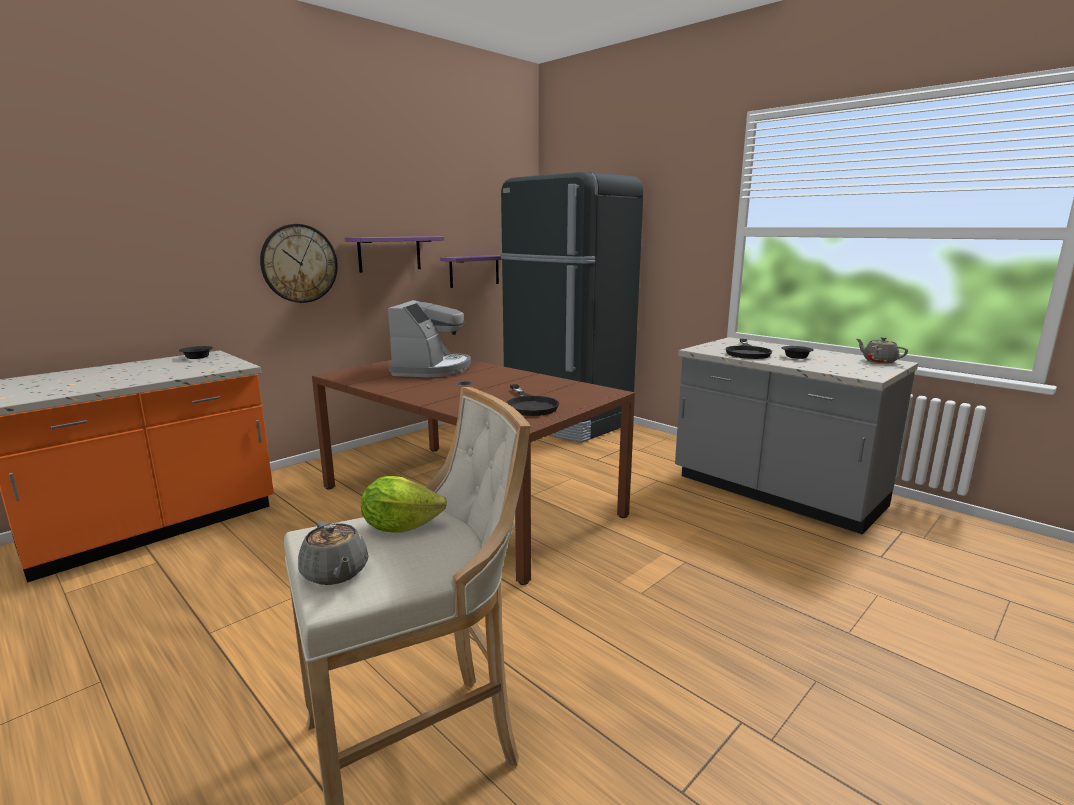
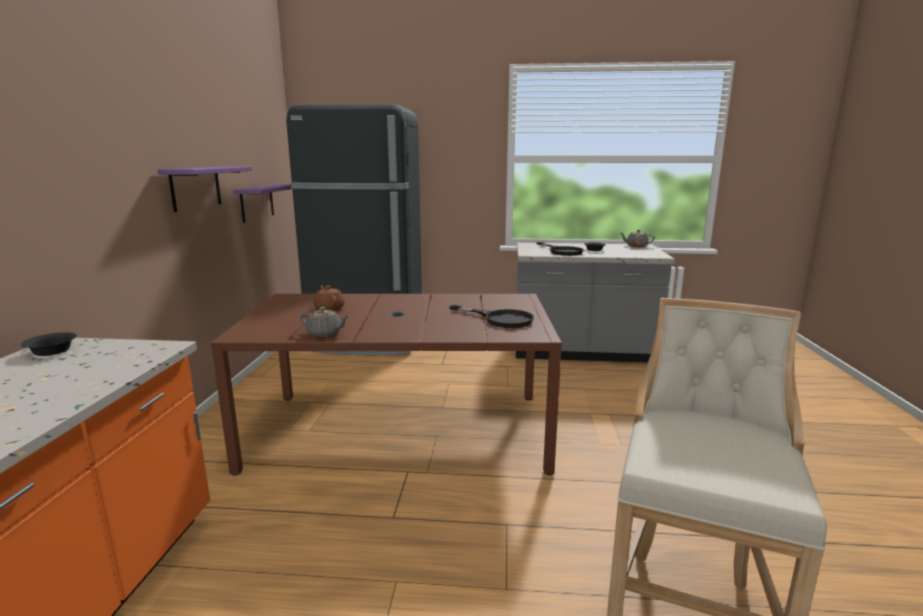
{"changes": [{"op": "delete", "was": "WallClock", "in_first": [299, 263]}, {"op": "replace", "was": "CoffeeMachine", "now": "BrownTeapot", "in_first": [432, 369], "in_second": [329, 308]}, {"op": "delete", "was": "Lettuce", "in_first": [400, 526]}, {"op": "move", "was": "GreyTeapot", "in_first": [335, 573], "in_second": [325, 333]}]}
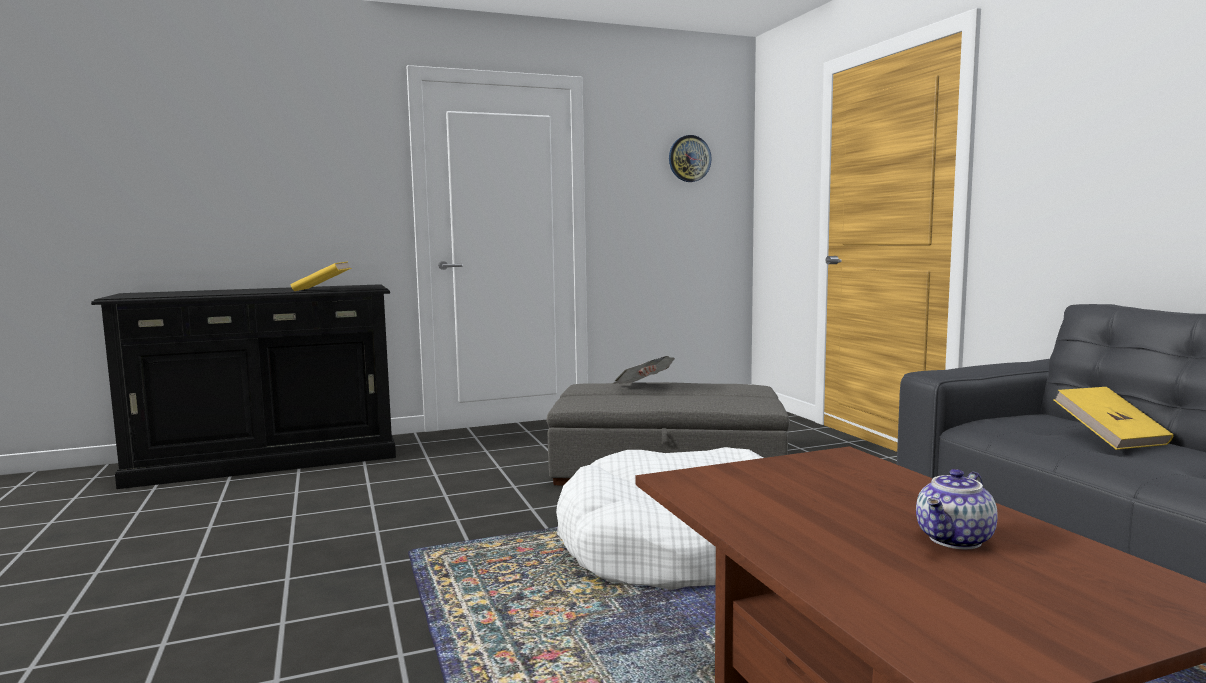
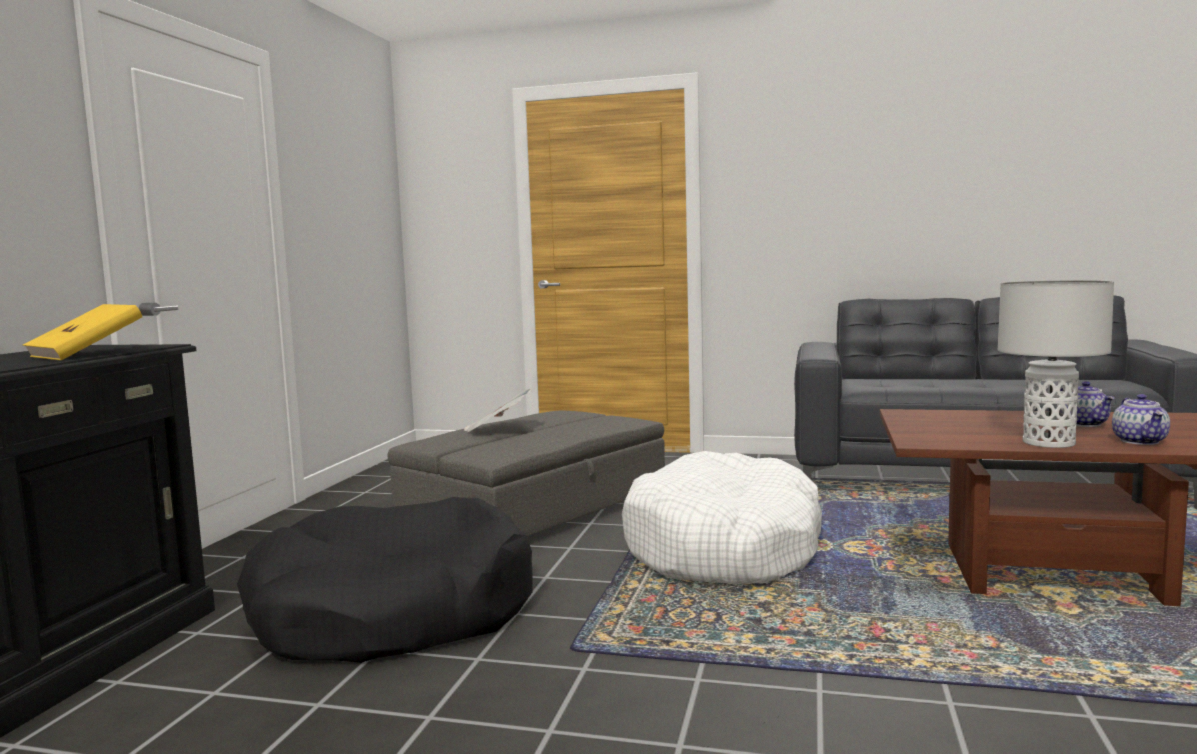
{"changes": [{"op": "delete", "was": "WallClock", "in_first": [689, 158]}, {"op": "delete", "was": "YellowBook", "in_first": [1110, 438]}, {"op": "insert", "now": "WhiteTableLamp", "in_second": [1048, 443]}, {"op": "insert", "now": "Teapot", "in_second": [1140, 441]}, {"op": "insert", "now": "BlackDogBed", "in_second": [393, 613]}]}
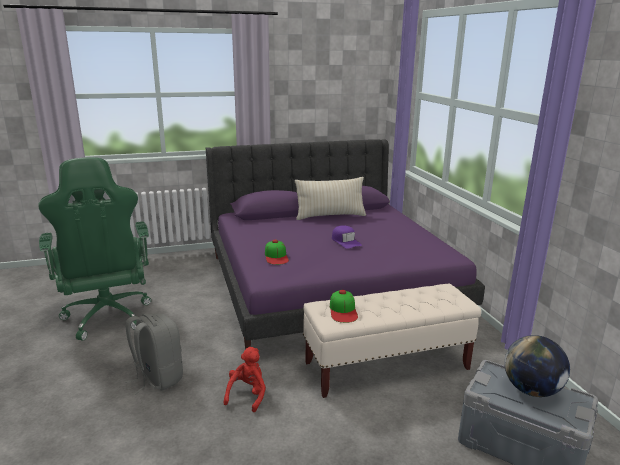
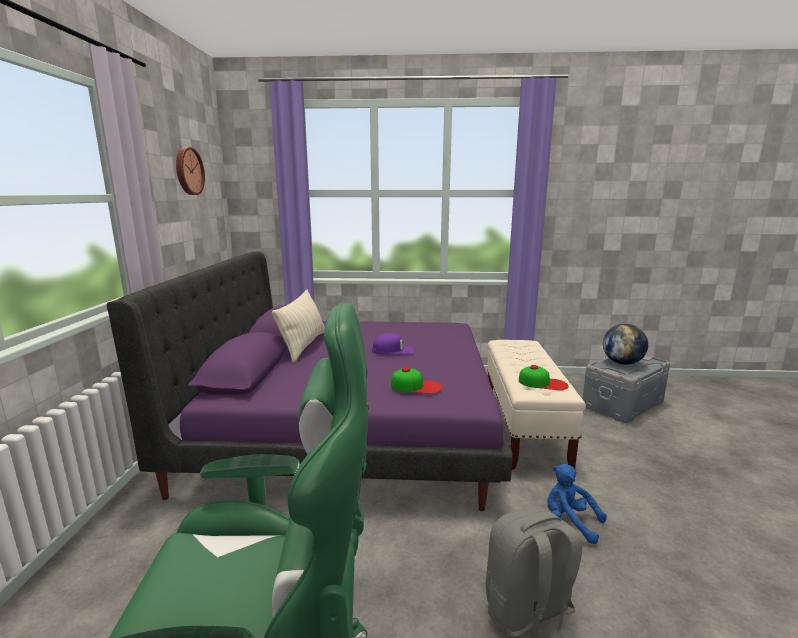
{"changes": [{"op": "recolor", "was": "RedPlushToy", "now": "BluePlushToy", "in_first": [247, 394], "in_second": [569, 523]}, {"op": "insert", "now": "WallClock", "in_second": [188, 171]}]}
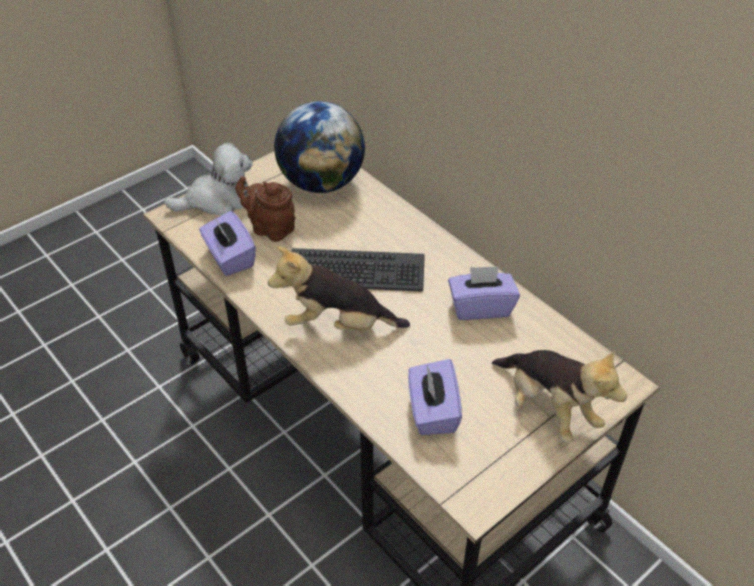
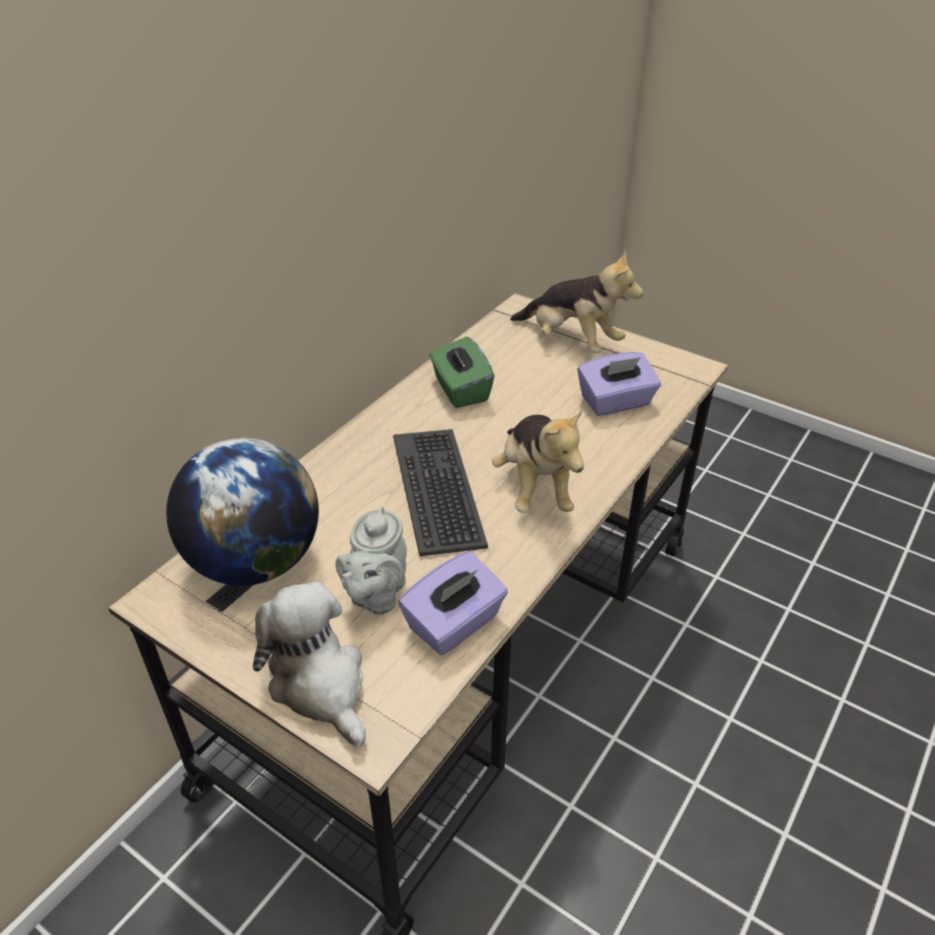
{"changes": [{"op": "recolor", "was": "BrownTeapot", "now": "GreyTeapot", "in_first": [270, 228], "in_second": [376, 595]}, {"op": "recolor", "was": "PurpleTissueBox", "now": "GreenTissueBox", "in_first": [480, 307], "in_second": [460, 390]}, {"op": "rotate", "was": "PlushToy", "in_first": [548, 408], "in_second": [571, 341], "clockwise": 90}]}
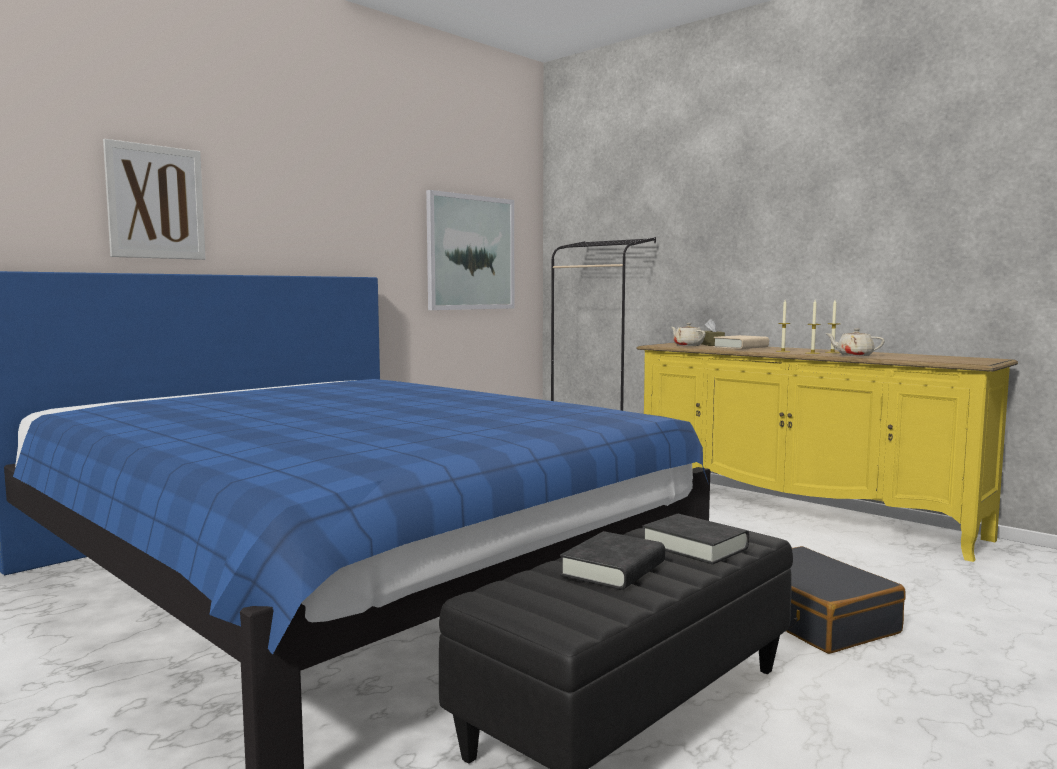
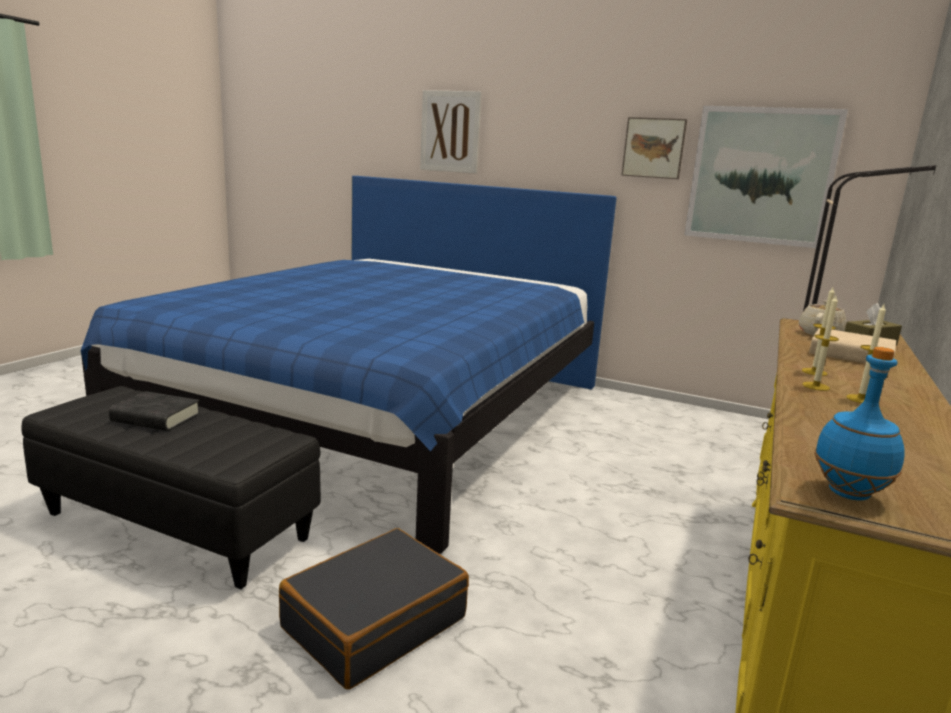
{"changes": [{"op": "delete", "was": "BeigeTeapot", "in_first": [854, 355]}, {"op": "delete", "was": "BlackBook", "in_first": [695, 546]}, {"op": "insert", "now": "Picture", "in_second": [654, 148]}, {"op": "insert", "now": "BlueBottle", "in_second": [848, 493]}]}
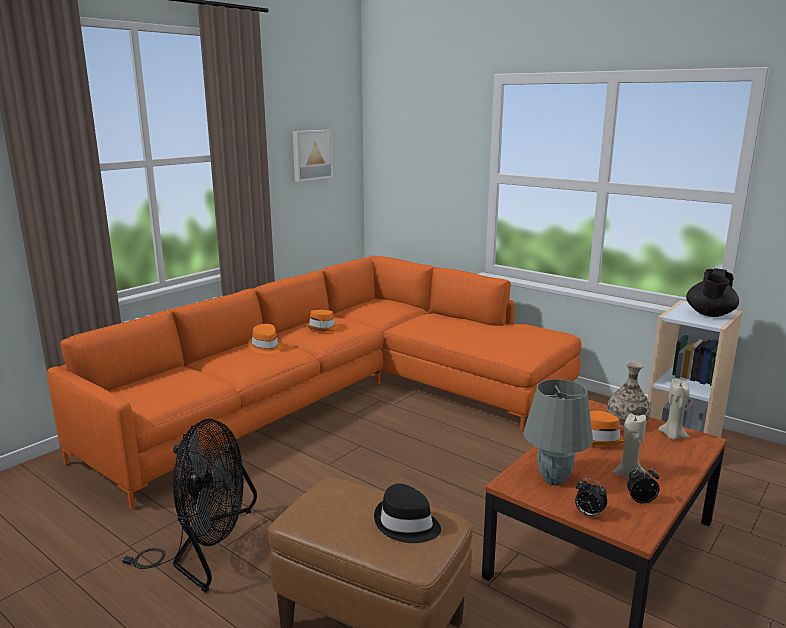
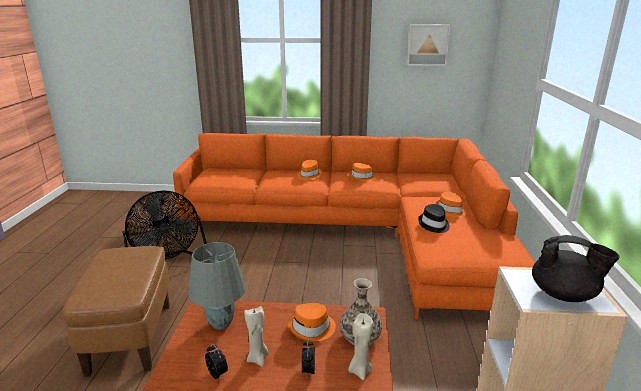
{"changes": [{"op": "rotate", "was": "BlackTeapot", "in_first": [709, 314], "in_second": [564, 295], "clockwise": -150}, {"op": "move", "was": "AlarmClock", "in_first": [588, 514], "in_second": [308, 370]}, {"op": "move", "was": "BlackHat", "in_first": [406, 525], "in_second": [434, 224]}, {"op": "insert", "now": "OrangeHat", "in_second": [450, 211]}]}
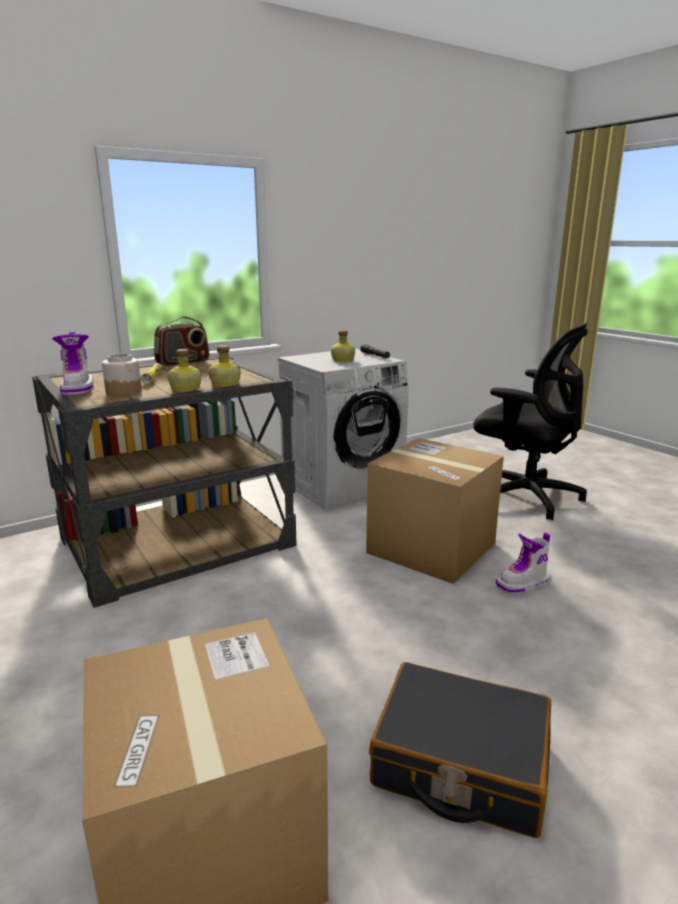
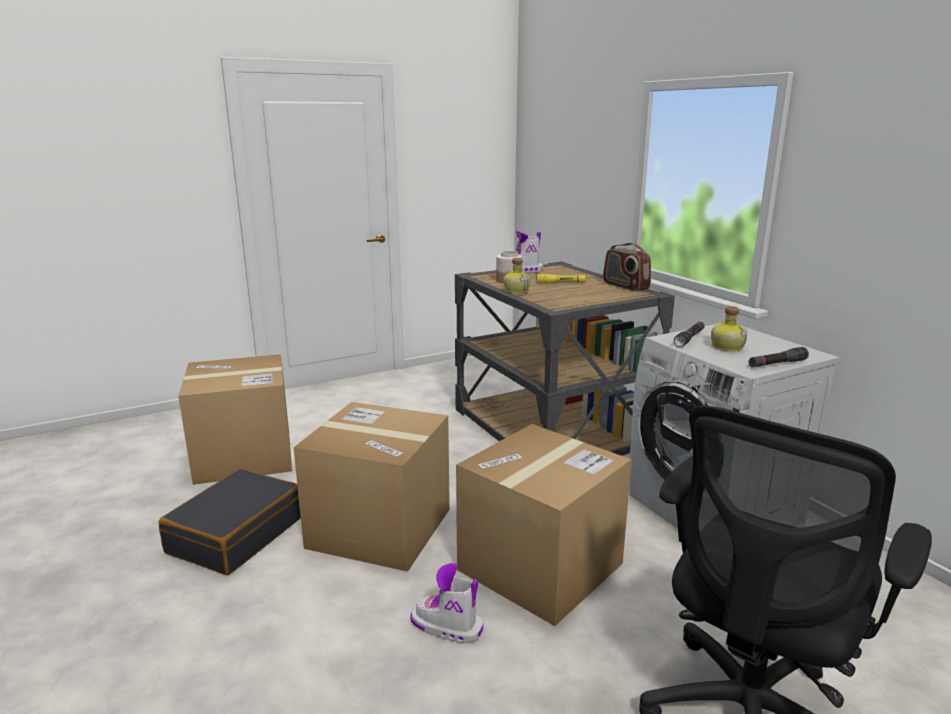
{"changes": [{"op": "delete", "was": "Bottle", "in_first": [224, 384]}, {"op": "rotate", "was": "Boot", "in_first": [524, 584], "in_second": [446, 627], "clockwise": -45}, {"op": "insert", "now": "BlackFlashlight", "in_second": [689, 338]}, {"op": "insert", "now": "CardboardBox", "in_second": [380, 528]}]}
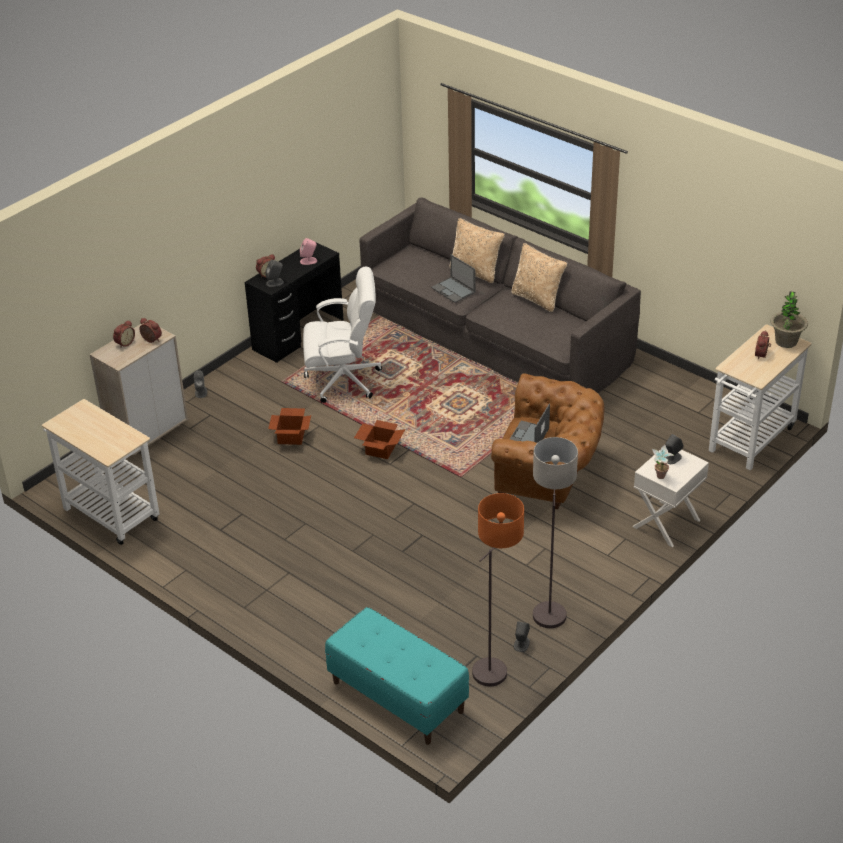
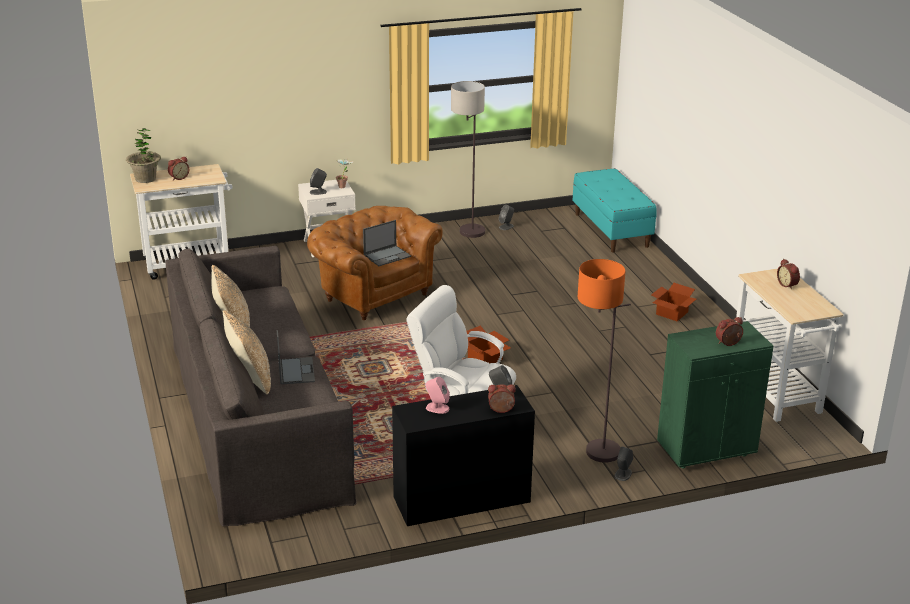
{"changes": [{"op": "move", "was": "AlarmClock", "in_first": [151, 340], "in_second": [788, 285]}, {"op": "recolor", "was": "BeigeCabinet", "now": "GreenCabinet", "in_first": [148, 433], "in_second": [705, 452]}, {"op": "move", "was": "CardboardBox", "in_first": [292, 436], "in_second": [671, 313]}, {"op": "move", "was": "OrangeFloorLamp", "in_first": [496, 667], "in_second": [593, 454]}]}
